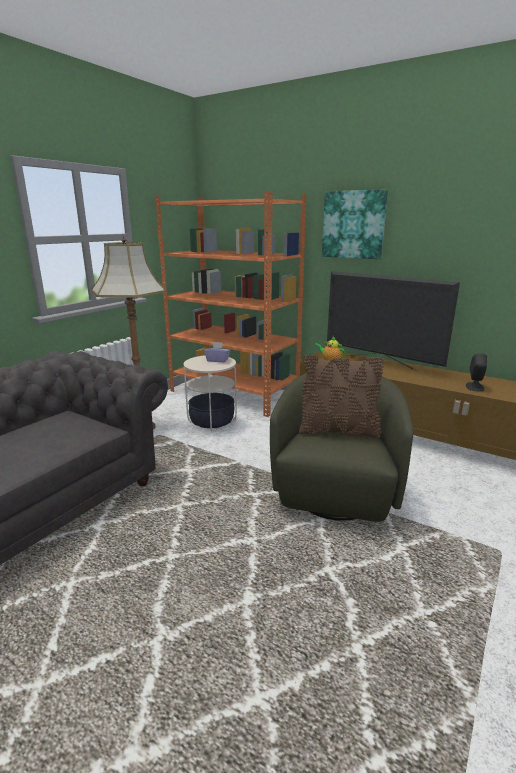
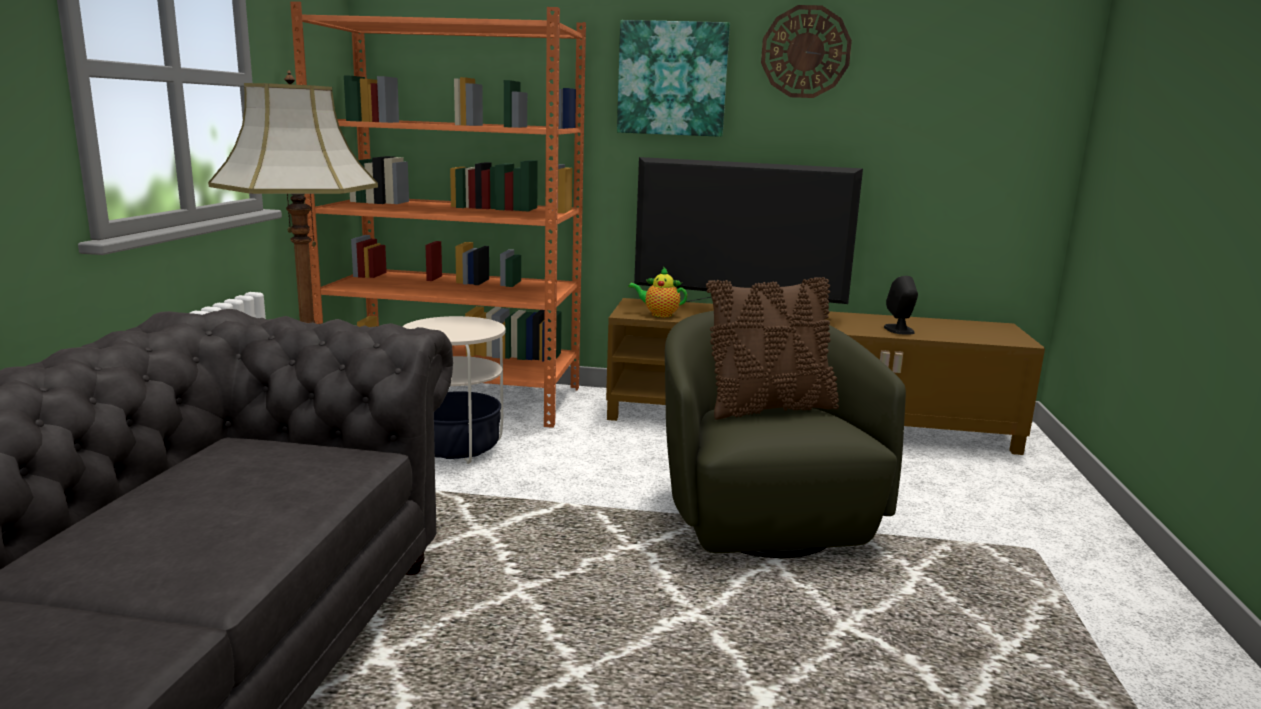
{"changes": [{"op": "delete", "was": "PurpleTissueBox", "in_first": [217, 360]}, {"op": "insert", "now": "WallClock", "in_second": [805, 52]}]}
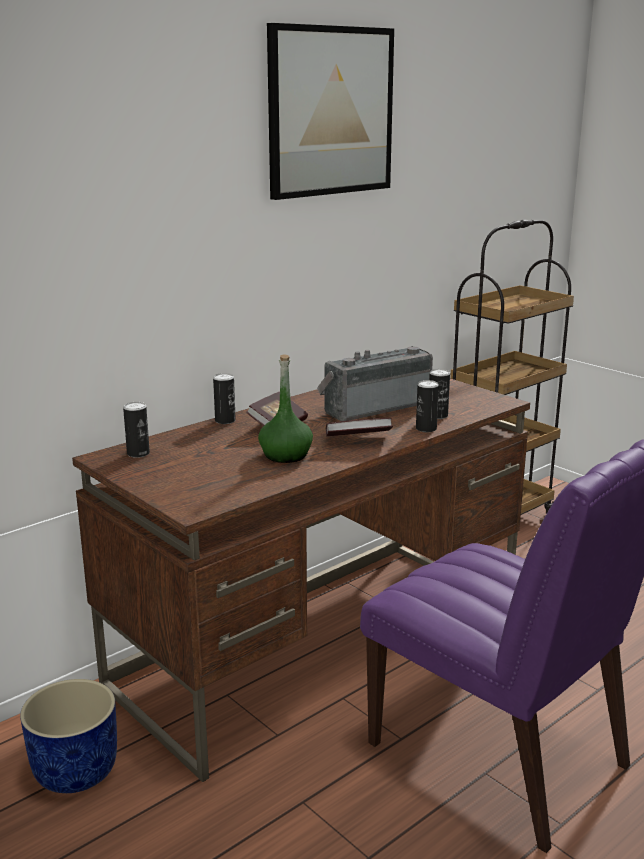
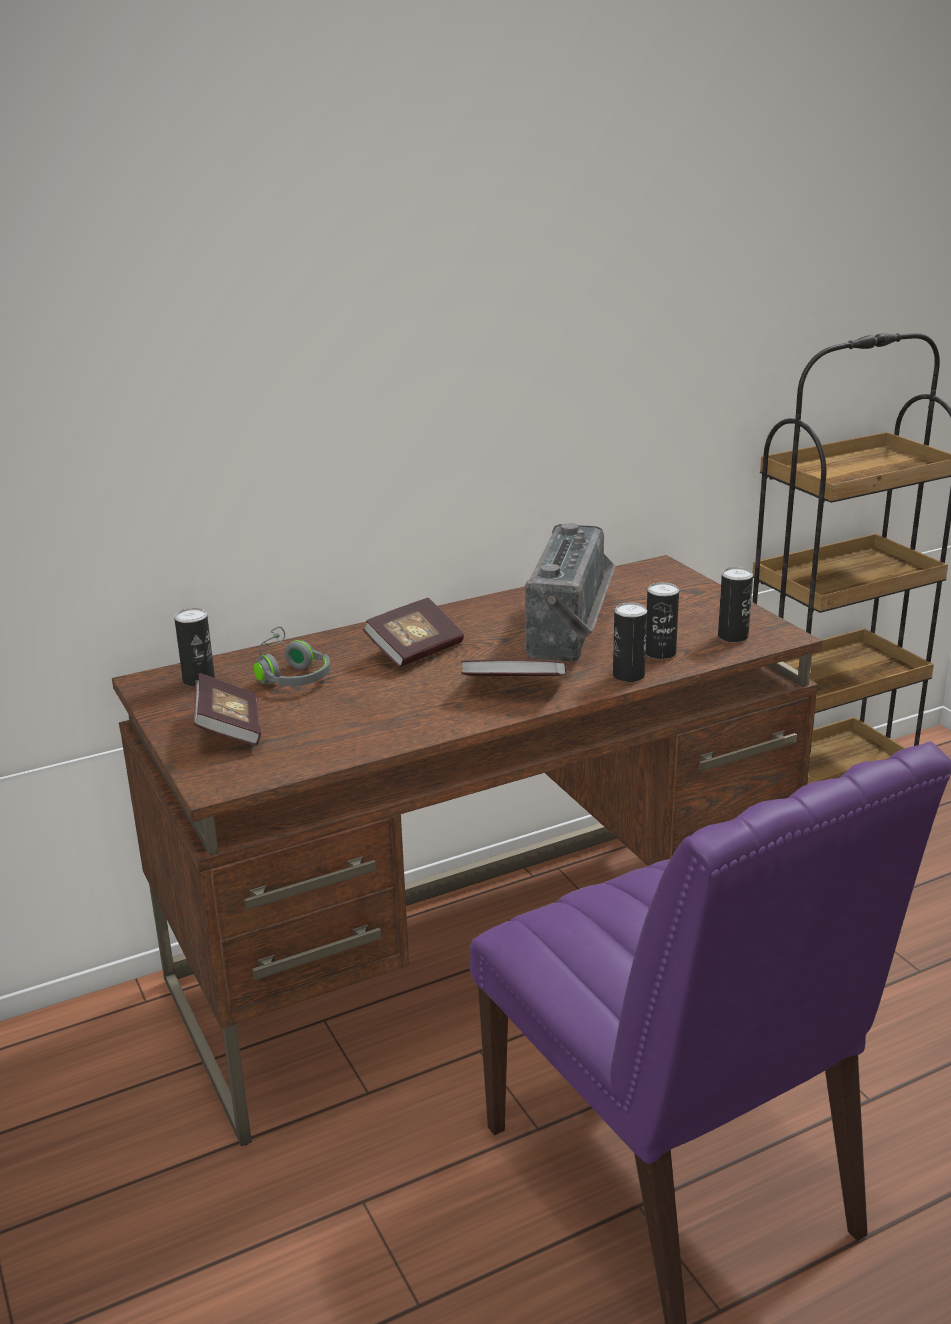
{"changes": [{"op": "delete", "was": "Picture", "in_first": [330, 112]}, {"op": "rotate", "was": "Radio", "in_first": [374, 407], "in_second": [575, 628], "clockwise": 120}, {"op": "delete", "was": "GreenBottle", "in_first": [286, 455]}, {"op": "move", "was": "Can", "in_first": [225, 421], "in_second": [733, 636]}, {"op": "delete", "was": "BluePlanter", "in_first": [75, 770]}, {"op": "insert", "now": "GreyHeadphones", "in_second": [290, 674]}, {"op": "insert", "now": "Book", "in_second": [229, 729]}]}
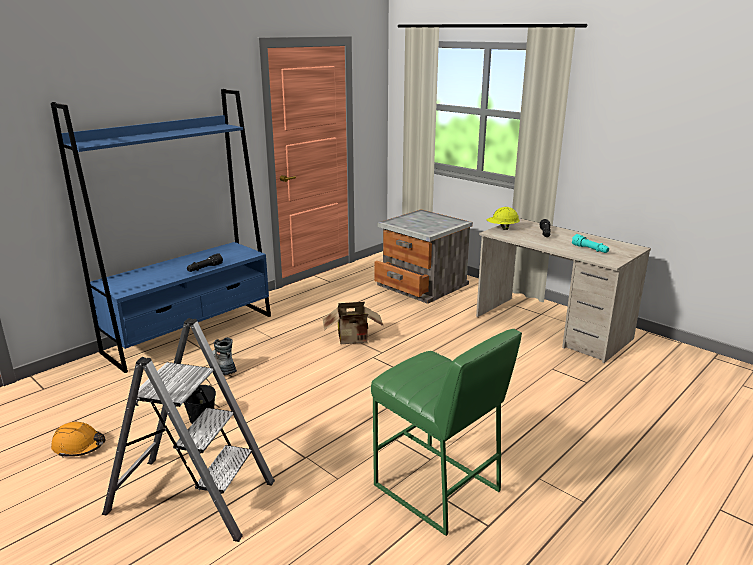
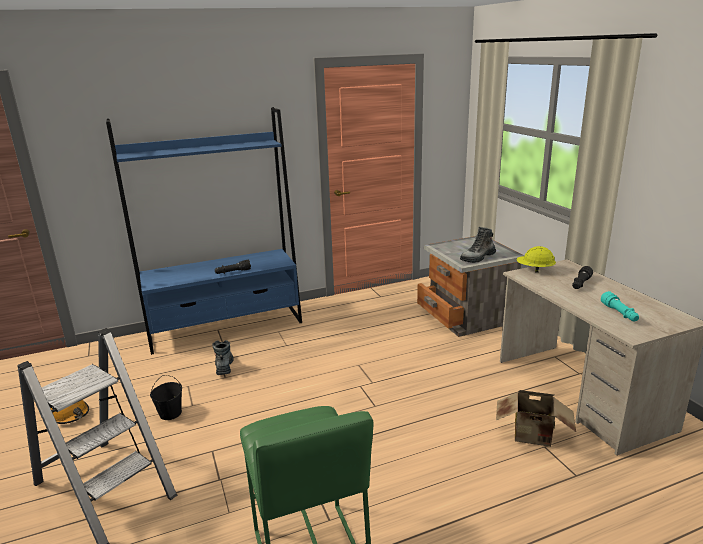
{"changes": [{"op": "move", "was": "CardboardBox", "in_first": [354, 339], "in_second": [533, 437]}, {"op": "insert", "now": "Boot", "in_second": [478, 258]}]}
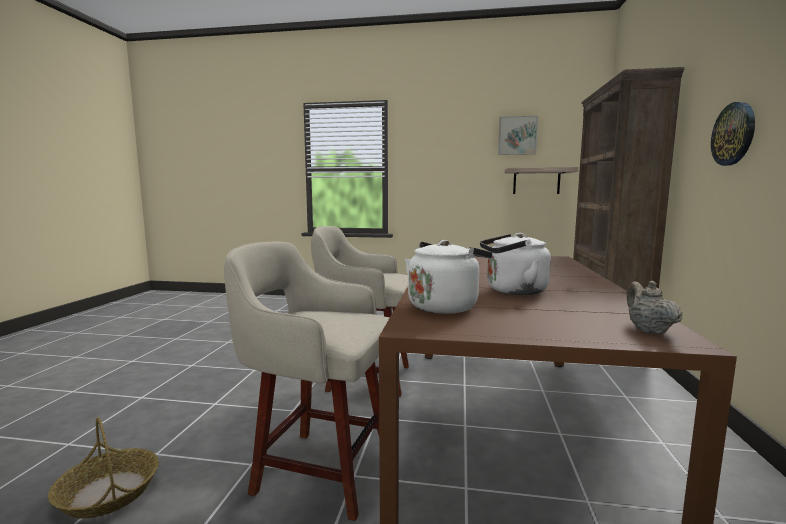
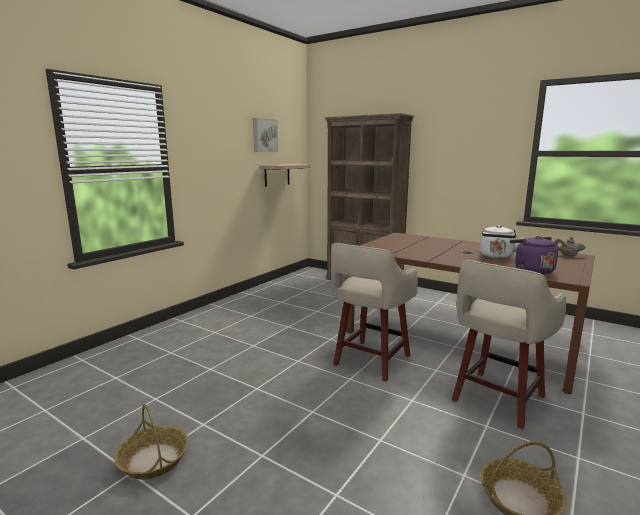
{"changes": [{"op": "delete", "was": "WallClock", "in_first": [733, 134]}, {"op": "recolor", "was": "WhiteKettle", "now": "PurpleKettle", "in_first": [445, 306], "in_second": [531, 270]}, {"op": "insert", "now": "Basket", "in_second": [153, 459]}]}
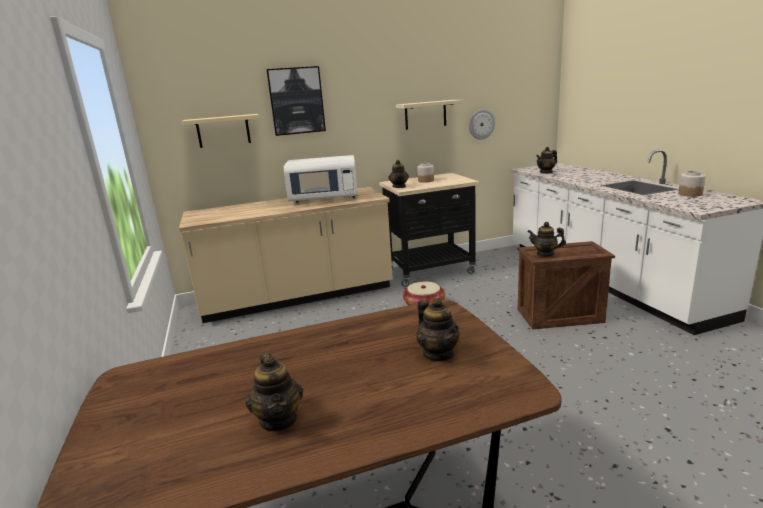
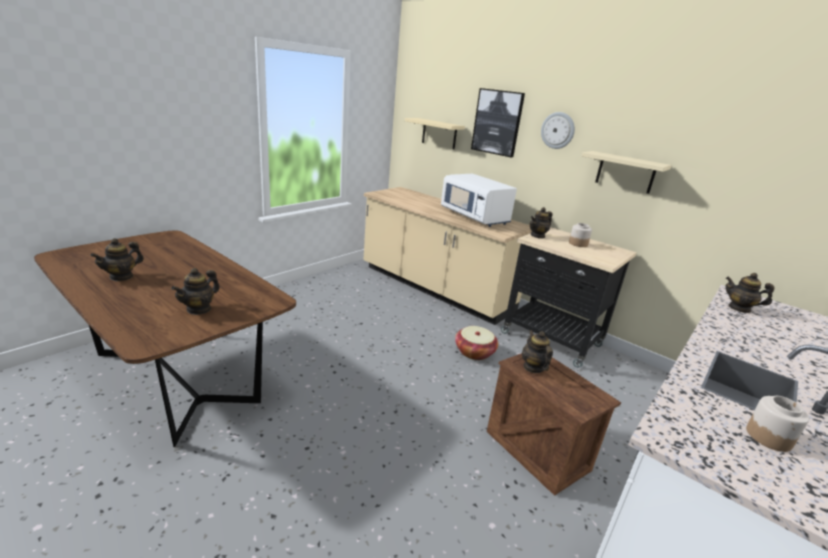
{"changes": [{"op": "move", "was": "WallClock", "in_first": [481, 124], "in_second": [557, 130]}]}
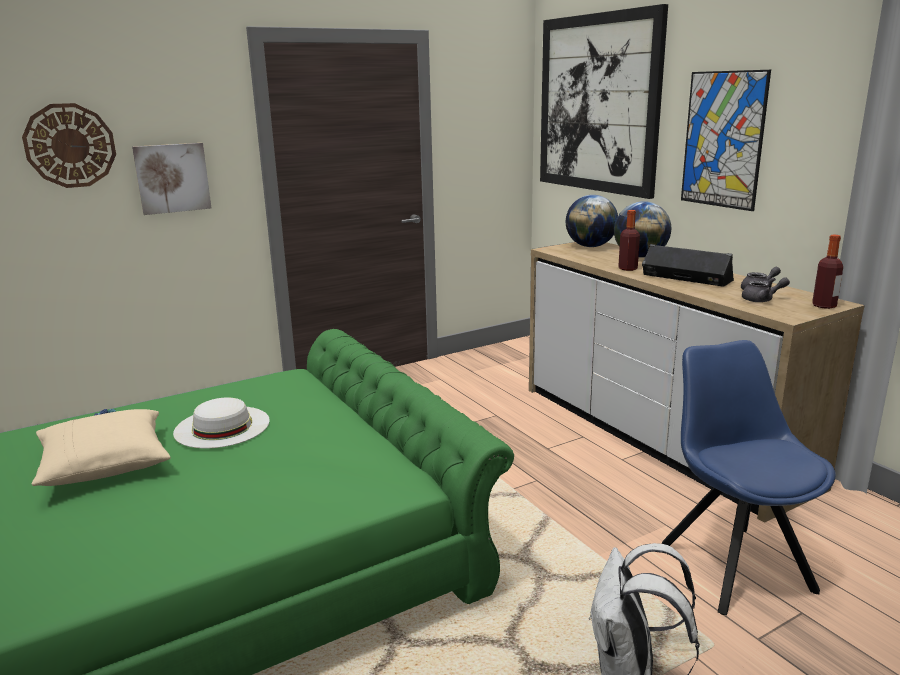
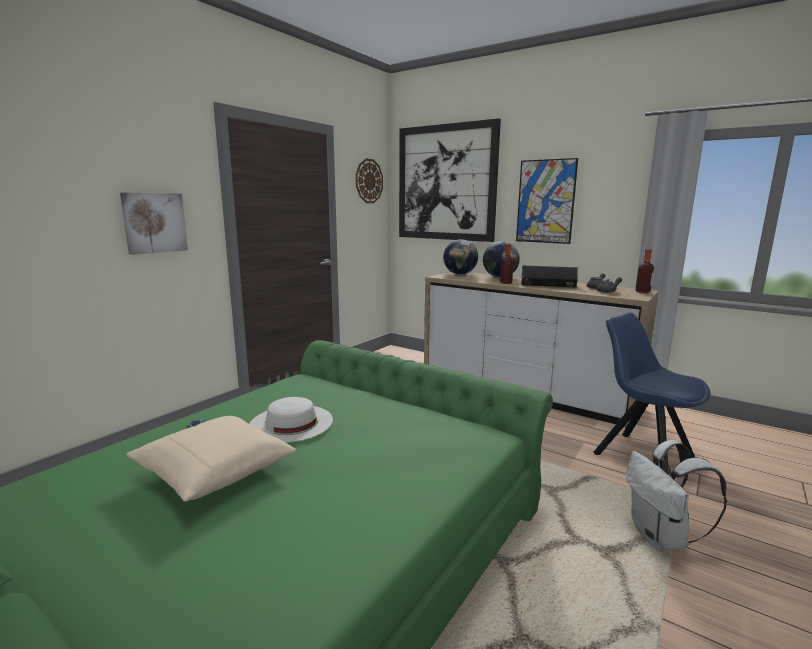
{"changes": [{"op": "move", "was": "WallClock", "in_first": [70, 145], "in_second": [369, 181]}]}
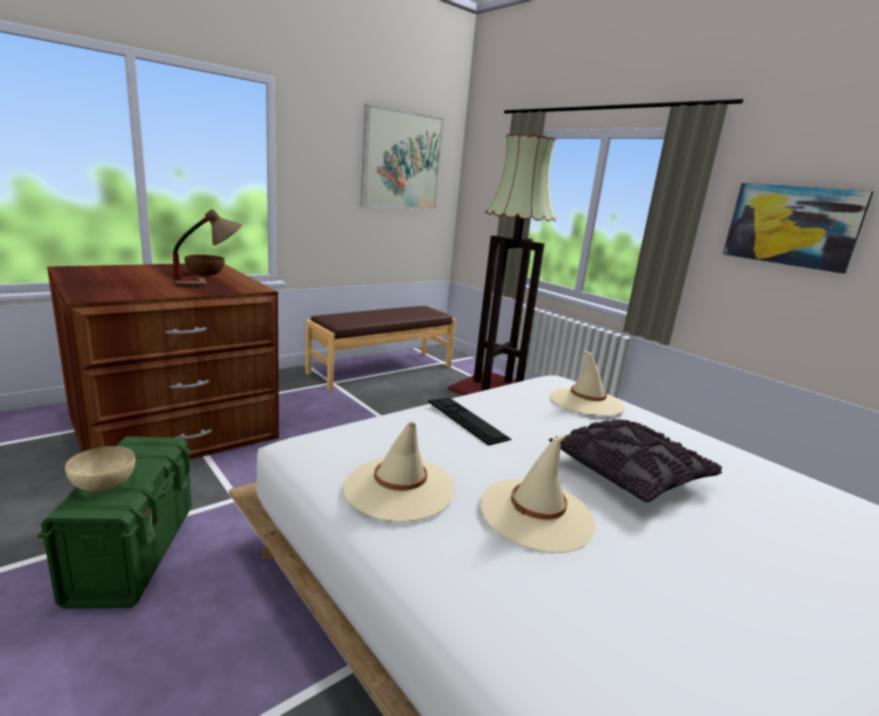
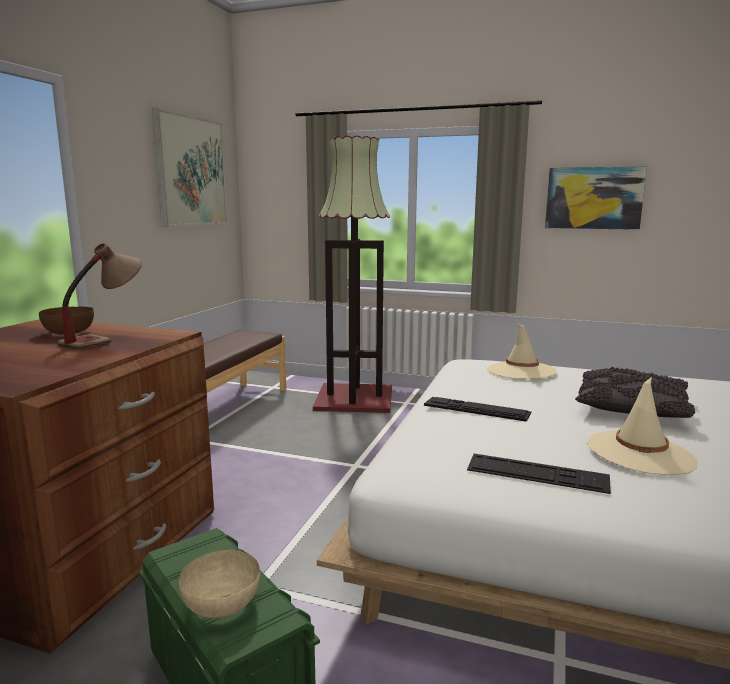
{"changes": [{"op": "replace", "was": "BeigeHat", "now": "Keyboard", "in_first": [399, 488], "in_second": [537, 473]}]}
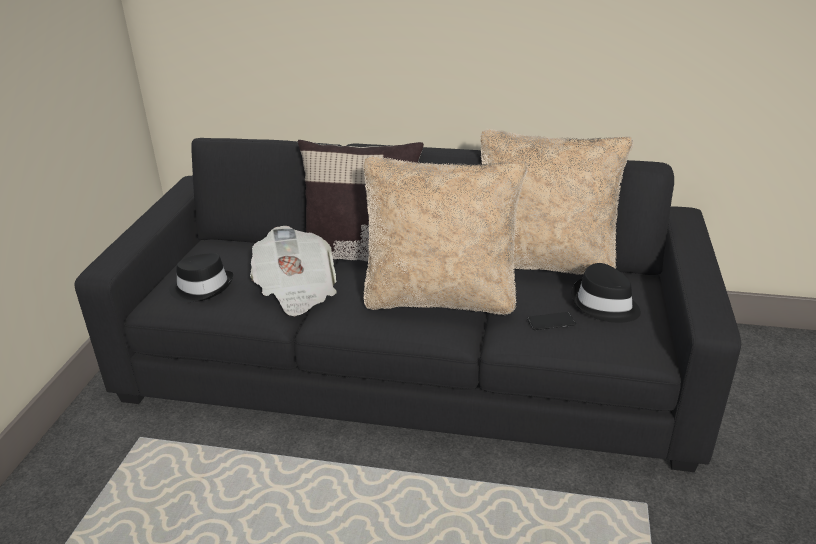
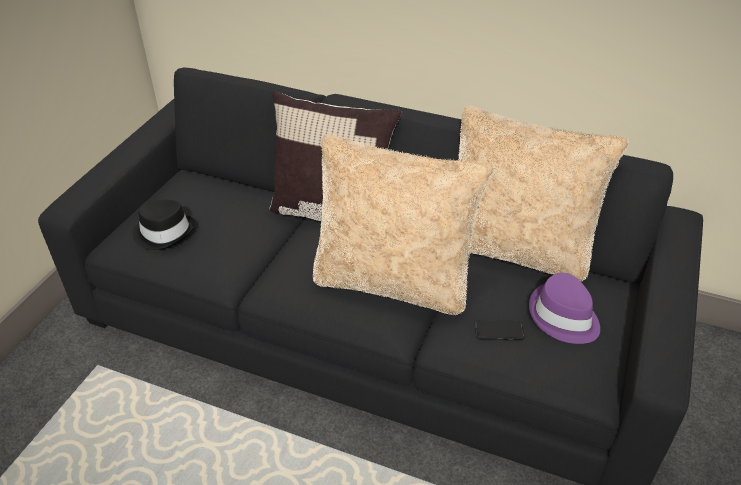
{"changes": [{"op": "delete", "was": "Newspaper", "in_first": [296, 290]}, {"op": "recolor", "was": "BlackHat", "now": "PurpleHat", "in_first": [604, 304], "in_second": [563, 317]}]}
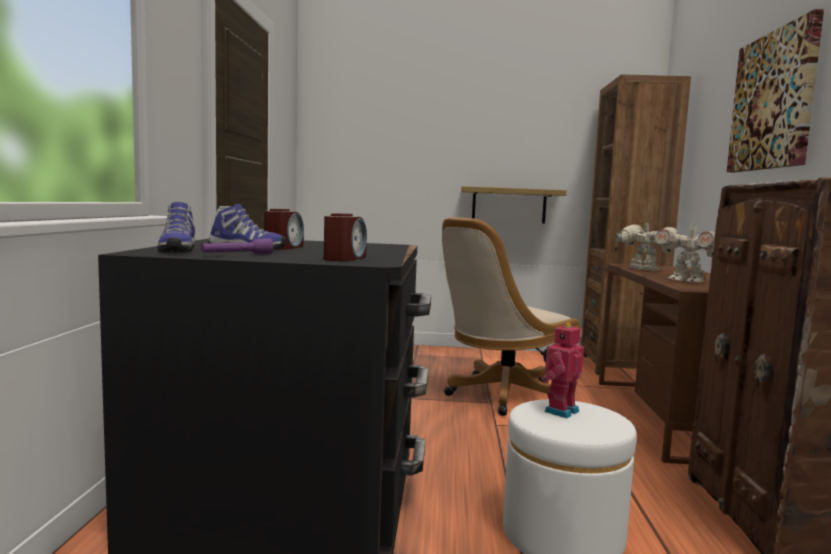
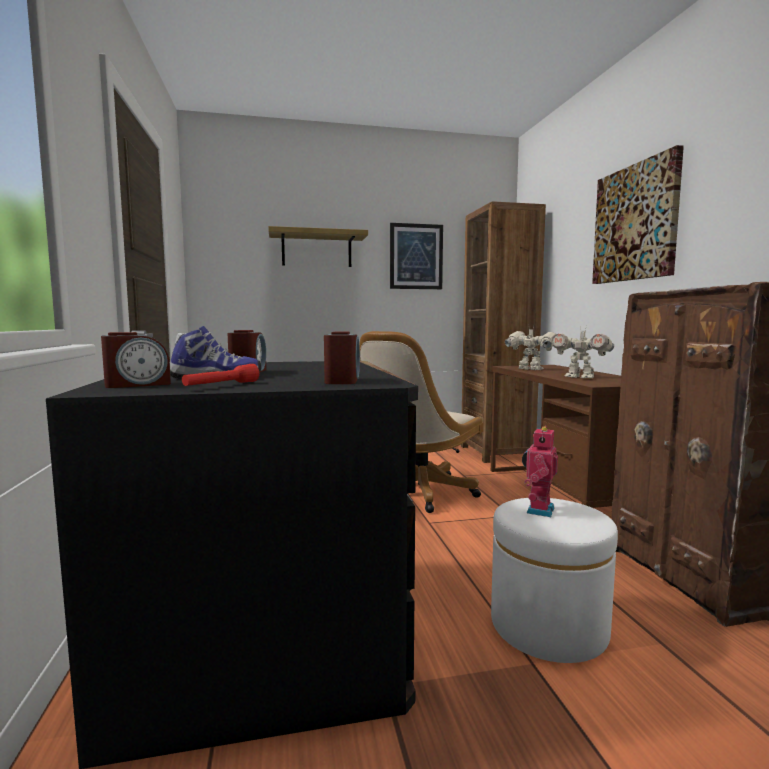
{"changes": [{"op": "move", "was": "Shelf", "in_first": [509, 205], "in_second": [316, 250]}, {"op": "replace", "was": "Shoe", "now": "AlarmClock", "in_first": [177, 250], "in_second": [137, 385]}, {"op": "recolor", "was": "PurpleFlashlight", "now": "RedFlashlight", "in_first": [237, 255], "in_second": [221, 386]}, {"op": "insert", "now": "Picture", "in_second": [416, 256]}]}
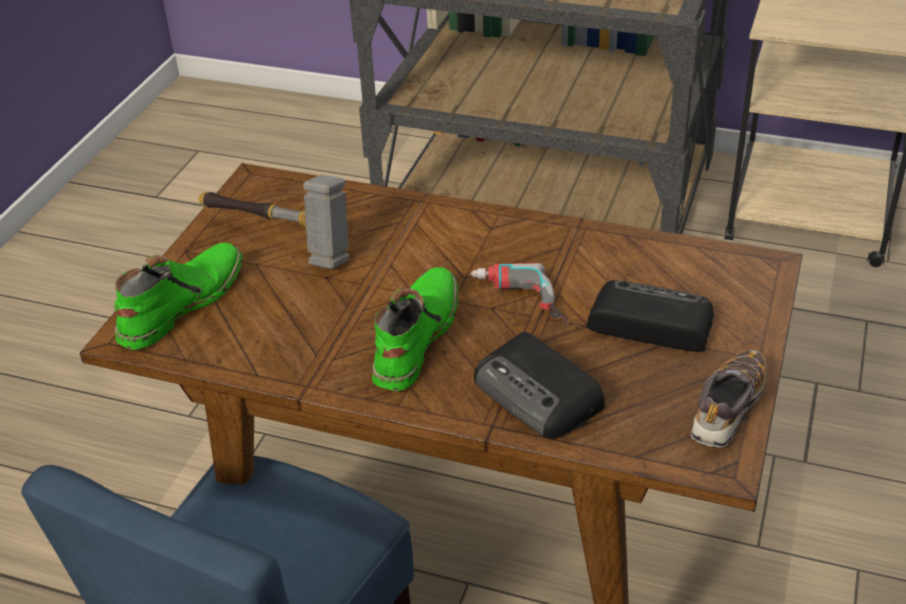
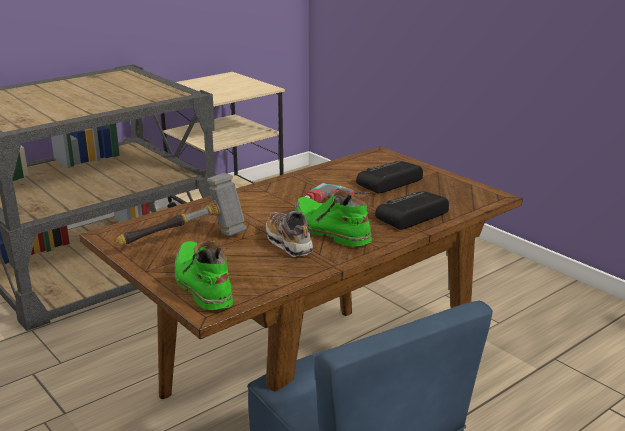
{"changes": [{"op": "rotate", "was": "Radio", "in_first": [539, 395], "in_second": [410, 216], "clockwise": 150}, {"op": "move", "was": "Shoe", "in_first": [727, 409], "in_second": [288, 242]}]}
